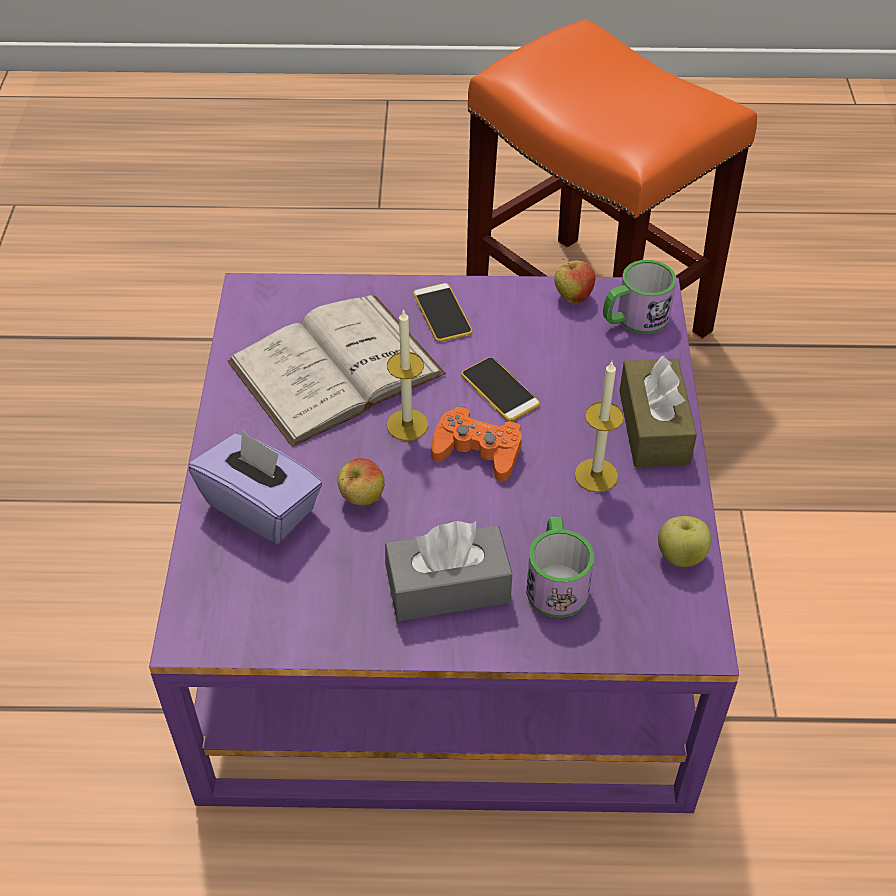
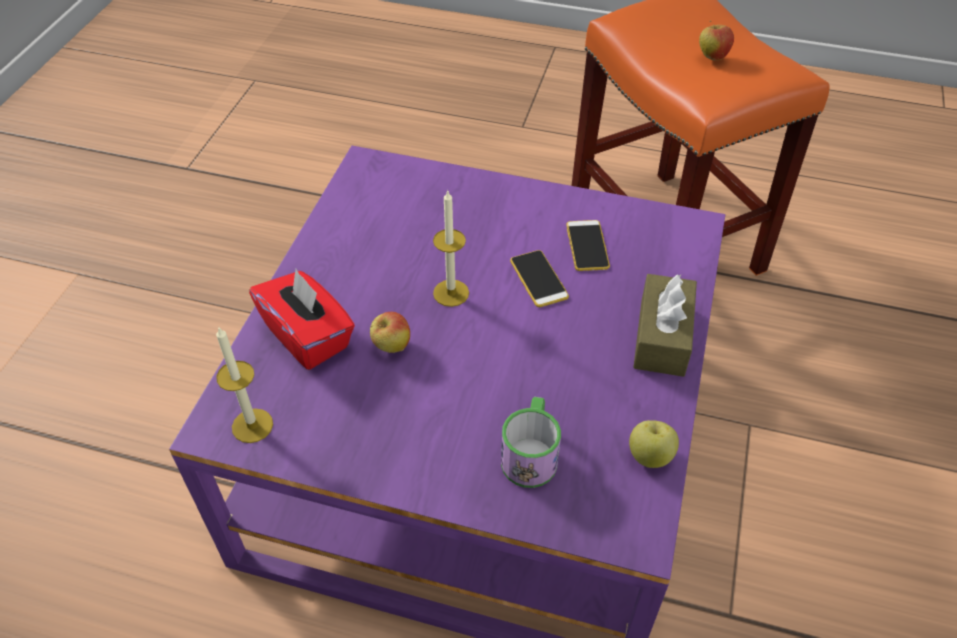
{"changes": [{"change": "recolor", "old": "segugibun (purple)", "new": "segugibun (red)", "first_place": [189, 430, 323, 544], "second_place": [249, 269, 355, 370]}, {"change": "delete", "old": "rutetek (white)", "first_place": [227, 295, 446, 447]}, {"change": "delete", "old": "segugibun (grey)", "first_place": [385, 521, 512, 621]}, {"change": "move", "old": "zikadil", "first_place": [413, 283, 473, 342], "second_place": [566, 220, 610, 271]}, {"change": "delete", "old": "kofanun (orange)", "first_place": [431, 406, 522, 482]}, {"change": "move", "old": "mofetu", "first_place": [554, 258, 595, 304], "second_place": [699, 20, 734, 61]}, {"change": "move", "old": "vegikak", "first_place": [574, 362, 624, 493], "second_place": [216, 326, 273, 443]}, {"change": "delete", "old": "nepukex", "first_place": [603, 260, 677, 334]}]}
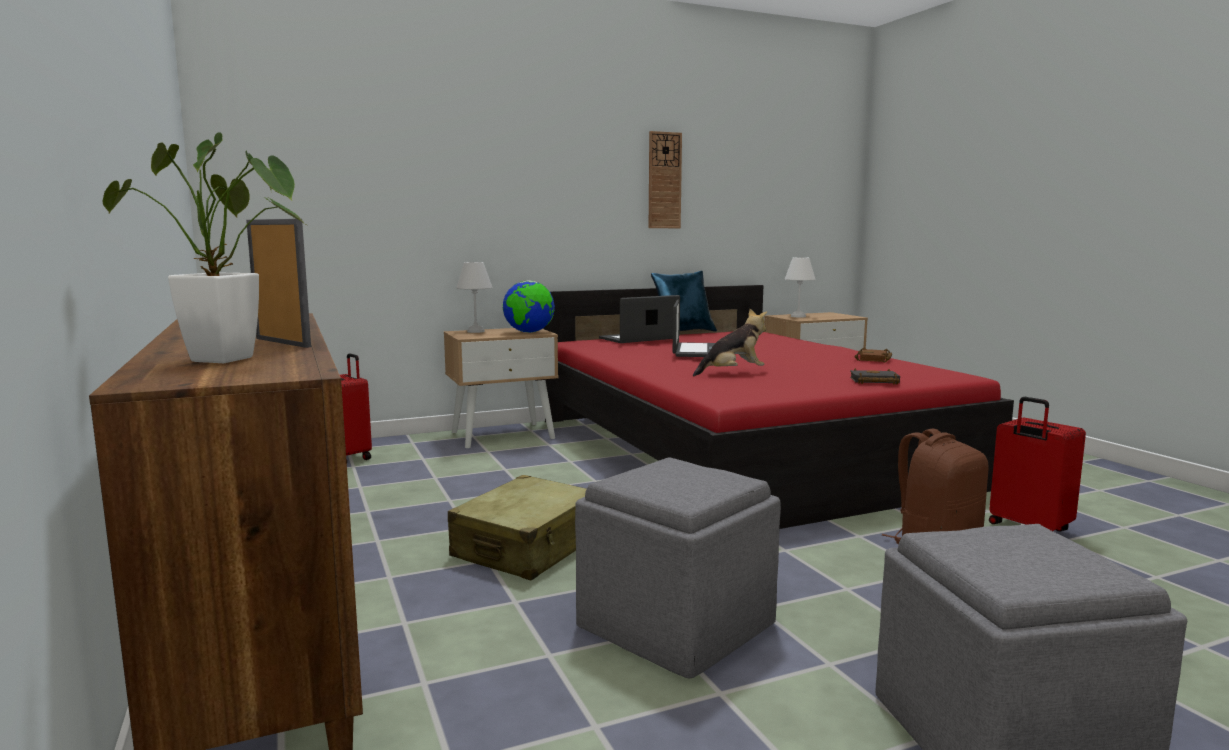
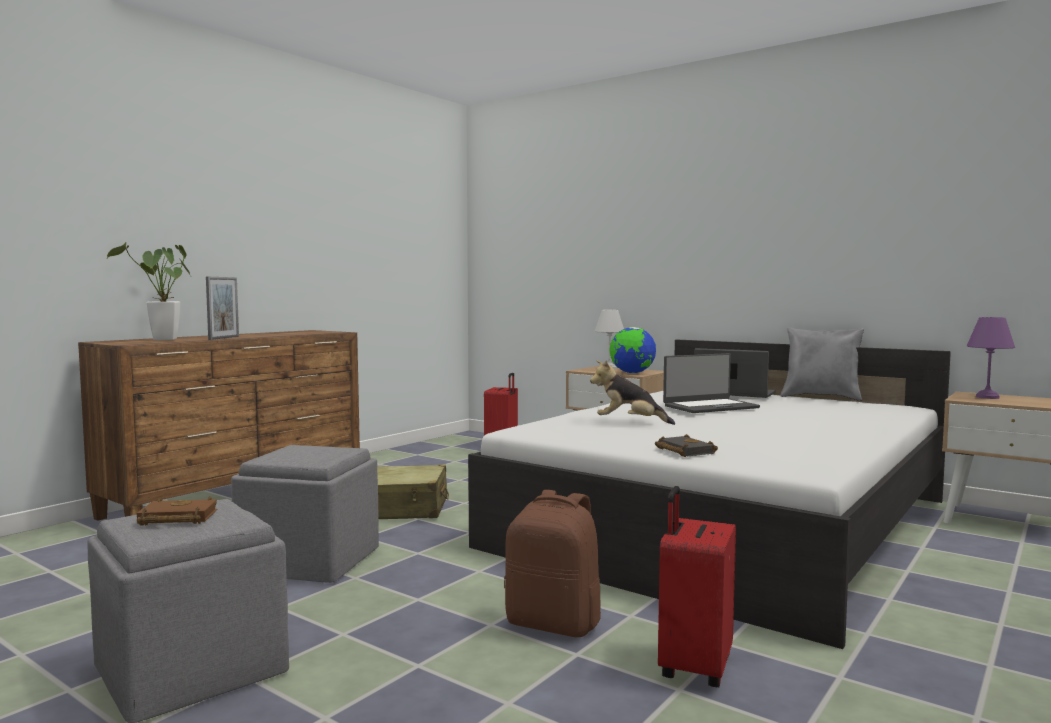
{"changes": [{"change": "recolor", "old": "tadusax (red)", "new": "tadusax (white)", "first_place": [543, 285, 1014, 529], "second_place": [468, 340, 951, 649]}, {"change": "delete", "old": "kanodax", "first_place": [649, 131, 682, 228]}, {"change": "recolor", "old": "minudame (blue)", "new": "minudame (grey)", "first_place": [651, 270, 717, 331], "second_place": [780, 328, 864, 401]}, {"change": "rotate", "old": "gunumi", "first_place": [693, 309, 767, 377], "second_place": [590, 360, 675, 425], "degrees": 150}, {"change": "recolor", "old": "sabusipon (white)", "new": "sabusipon (purple)", "first_place": [785, 257, 816, 318], "second_place": [967, 317, 1015, 399]}, {"change": "move", "old": "rutetek (brown)", "first_place": [855, 348, 892, 363], "second_place": [137, 496, 217, 526]}]}
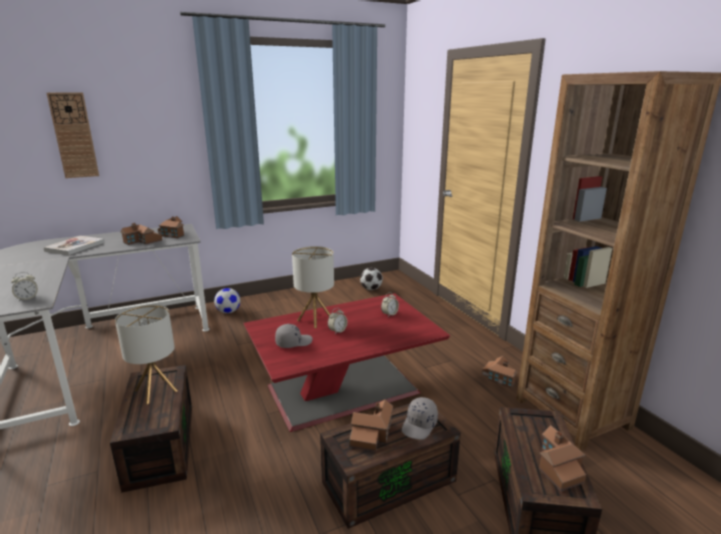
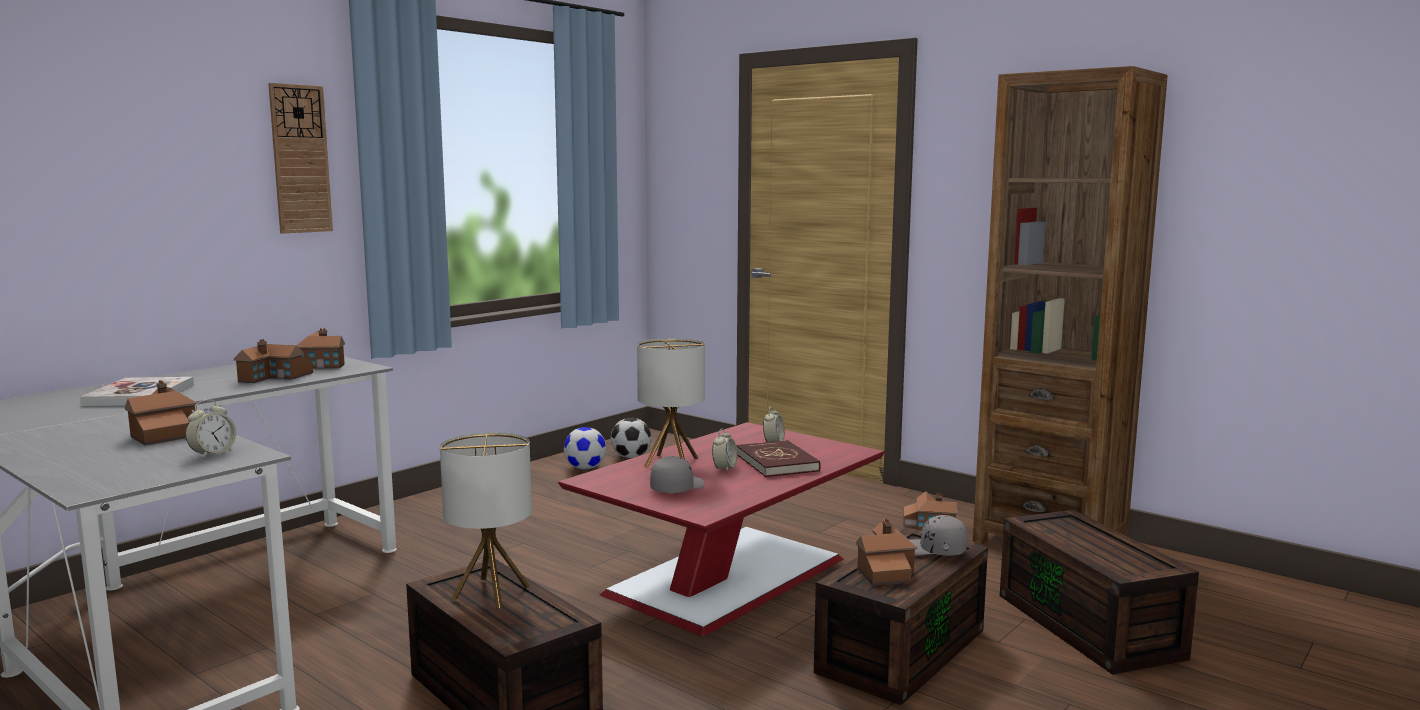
{"changes": [{"change": "move", "old": "kanodax", "first_place": [47, 93, 99, 178], "second_place": [268, 83, 333, 234]}, {"change": "move", "old": "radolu", "first_place": [214, 288, 240, 313], "second_place": [564, 427, 606, 469]}, {"change": "rotate", "old": "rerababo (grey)", "first_place": [402, 397, 438, 440], "second_place": [910, 515, 968, 556], "degrees": 105}, {"change": "move", "old": "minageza", "first_place": [539, 425, 586, 491], "second_place": [125, 380, 197, 446]}, {"change": "insert", "new": "rutetek (red)", "second_place": [736, 440, 821, 477]}]}
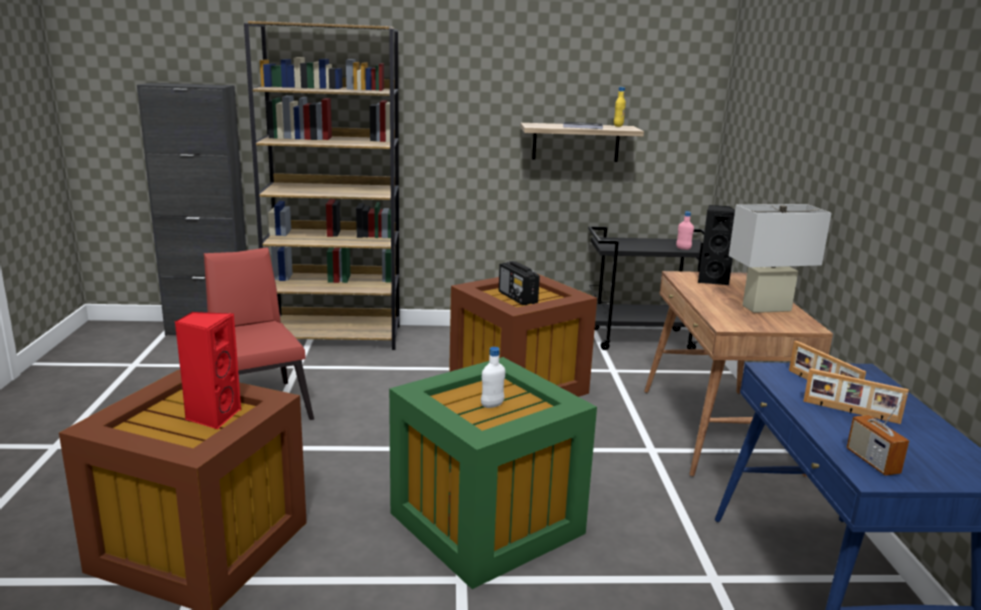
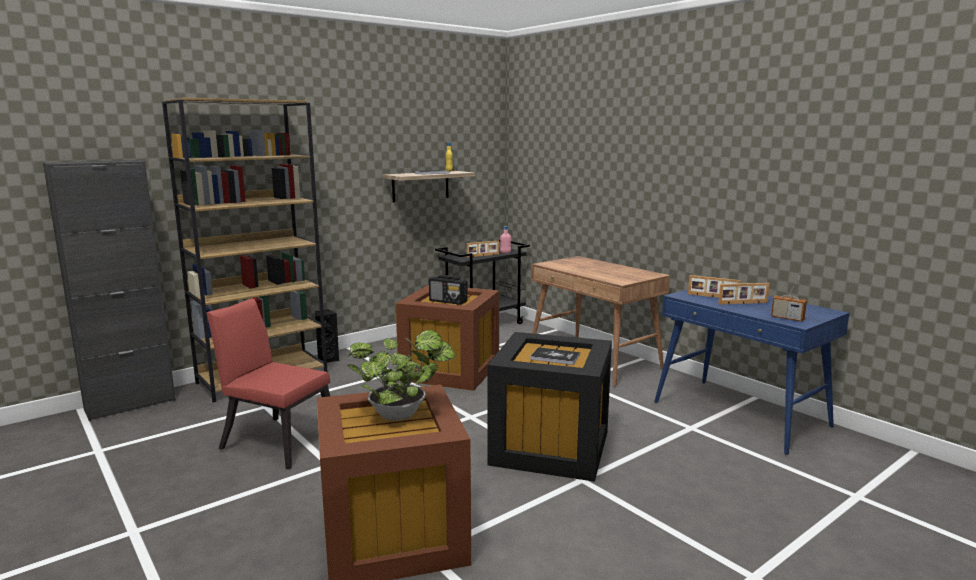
{"changes": [{"change": "replace", "old": "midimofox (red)", "new": "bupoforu", "first_place": [175, 312, 242, 429], "second_place": [346, 330, 455, 421]}, {"change": "recolor", "old": "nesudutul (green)", "new": "nesudutul (black)", "first_place": [389, 357, 597, 589], "second_place": [487, 332, 612, 482]}, {"change": "replace", "old": "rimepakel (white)", "new": "rutetek", "first_place": [481, 347, 505, 408], "second_place": [530, 347, 580, 365]}, {"change": "move", "old": "midimofox (black)", "first_place": [698, 205, 735, 285], "second_place": [315, 310, 339, 363]}, {"change": "delete", "old": "sabusipon (white)", "first_place": [729, 204, 831, 313]}, {"change": "insert", "new": "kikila", "second_place": [467, 241, 499, 257]}]}
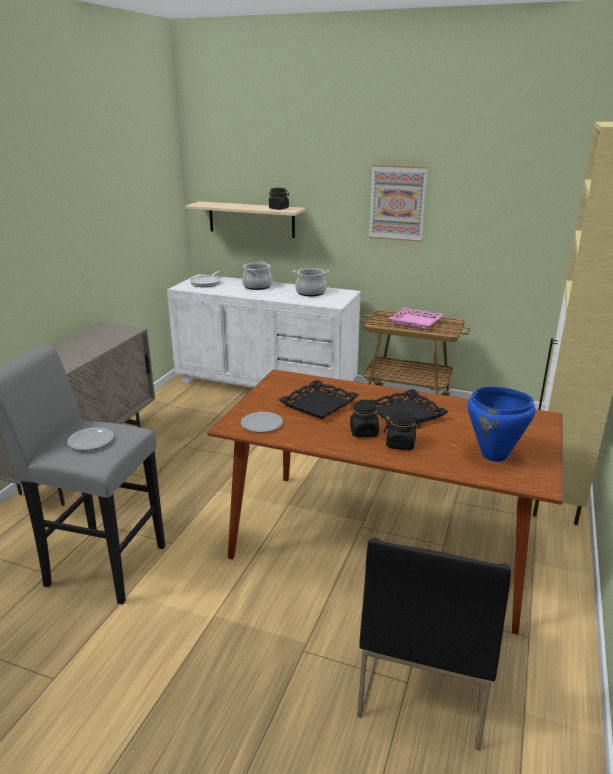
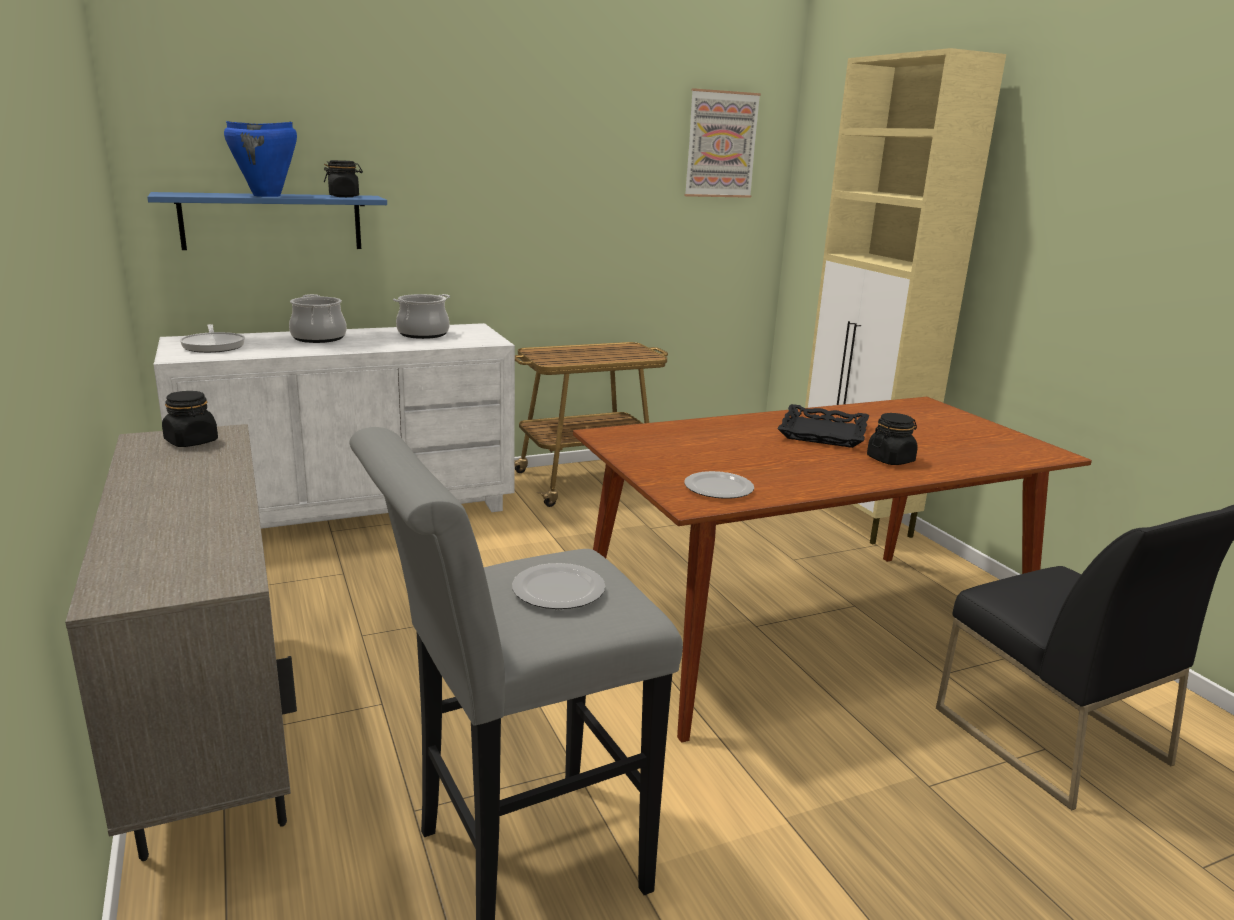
{"changes": [{"change": "recolor", "old": "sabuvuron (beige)", "new": "sabuvuron (blue)", "first_place": [185, 201, 305, 238], "second_place": [147, 192, 387, 250]}, {"change": "delete", "old": "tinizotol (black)", "first_place": [278, 380, 359, 419]}, {"change": "move", "old": "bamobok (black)", "first_place": [350, 400, 379, 438], "second_place": [162, 391, 218, 447]}, {"change": "move", "old": "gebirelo", "first_place": [369, 164, 428, 242], "second_place": [684, 88, 761, 198]}, {"change": "delete", "old": "tinizotol (pink)", "first_place": [389, 307, 444, 329]}, {"change": "move", "old": "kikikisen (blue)", "first_place": [468, 387, 536, 462], "second_place": [224, 121, 297, 197]}]}
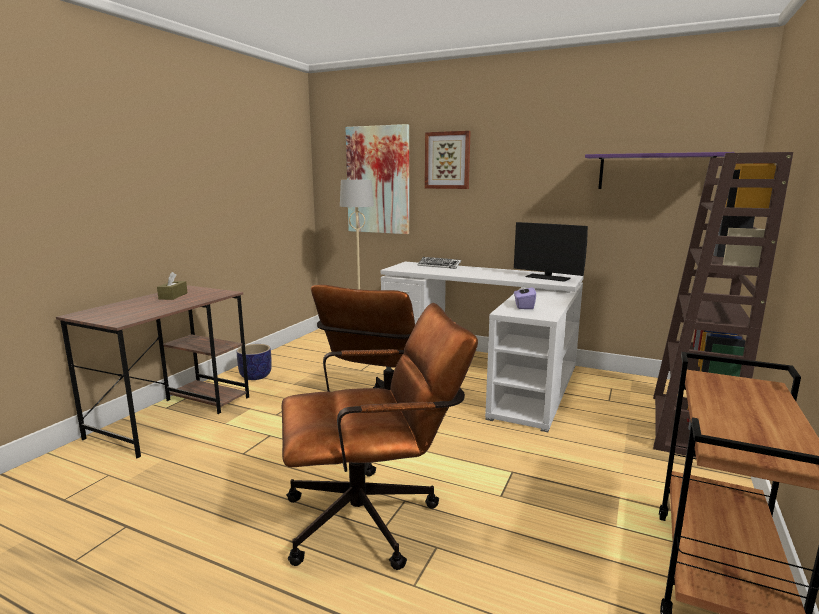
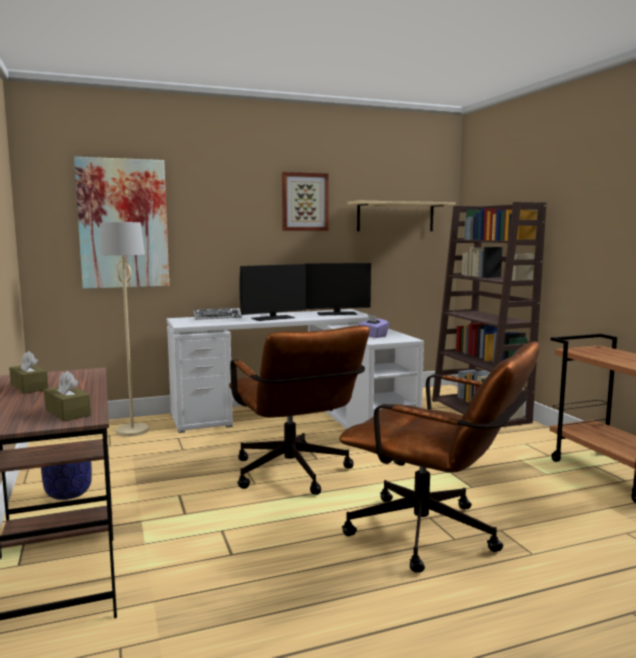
{"changes": [{"change": "rotate", "old": "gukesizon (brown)", "first_place": [282, 303, 478, 570], "second_place": [339, 342, 540, 573], "degrees": 90}, {"change": "move", "old": "gebirelo", "first_place": [425, 131, 471, 189], "second_place": [282, 172, 329, 231]}, {"change": "recolor", "old": "sabuvuron (purple)", "new": "sabuvuron (beige)", "first_place": [585, 152, 735, 189], "second_place": [347, 201, 456, 231]}, {"change": "insert", "new": "segugibun (brown)", "second_place": [44, 371, 91, 421]}, {"change": "insert", "new": "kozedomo", "second_place": [239, 264, 306, 321]}]}
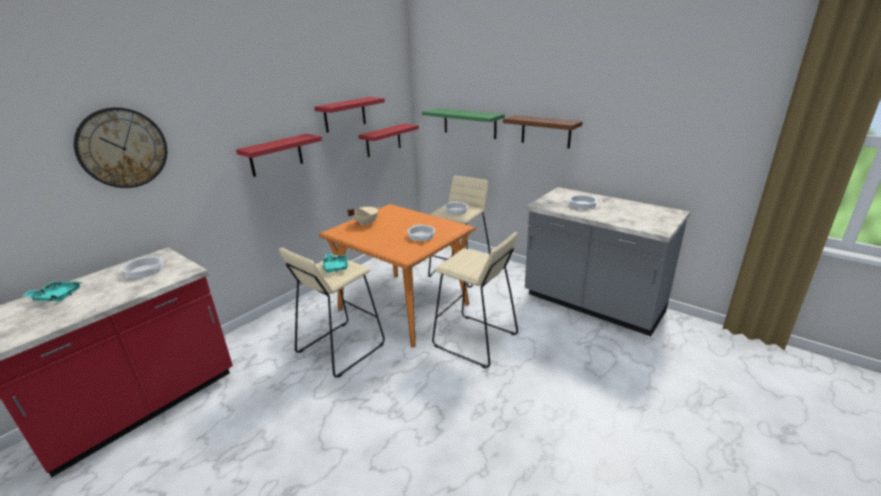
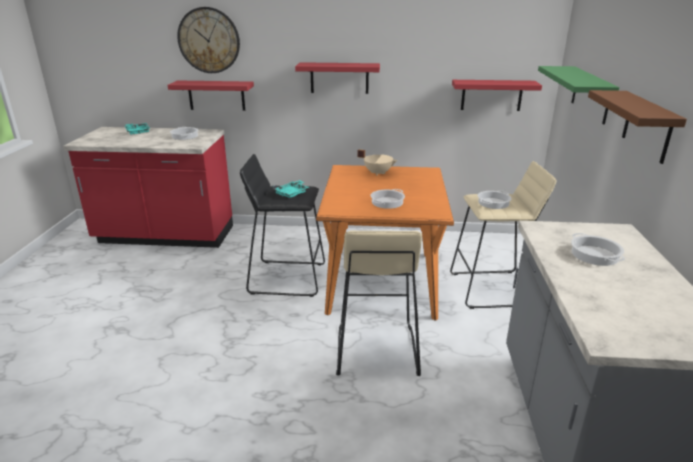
{"changes": [{"change": "recolor", "old": "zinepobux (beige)", "new": "zinepobux (black)", "first_place": [279, 248, 385, 378], "second_place": [240, 154, 325, 297]}, {"change": "move", "old": "sabuvuron (red)", "first_place": [314, 97, 385, 133], "second_place": [167, 80, 254, 111]}]}
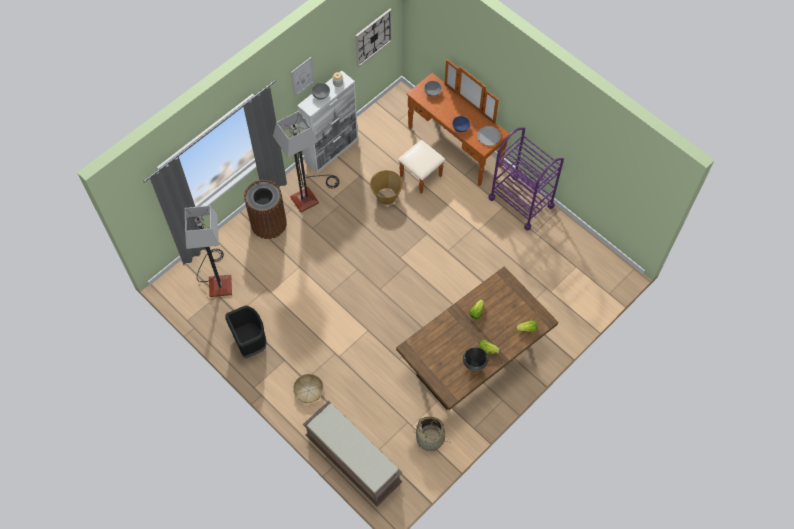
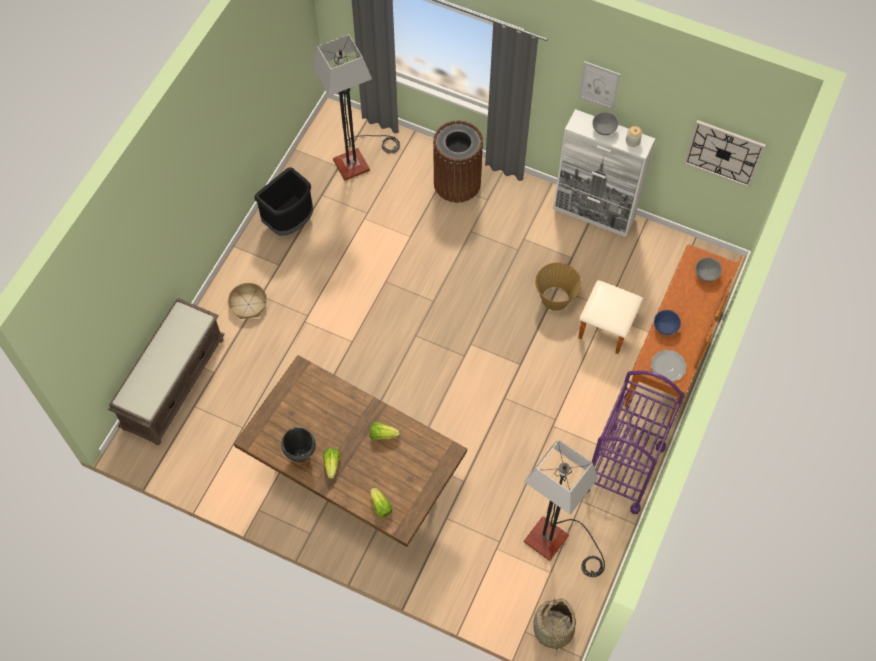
{"changes": [{"change": "move", "old": "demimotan", "first_place": [273, 111, 339, 213], "second_place": [524, 440, 605, 577]}, {"change": "move", "old": "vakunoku", "first_place": [416, 417, 451, 451], "second_place": [533, 597, 576, 656]}]}
